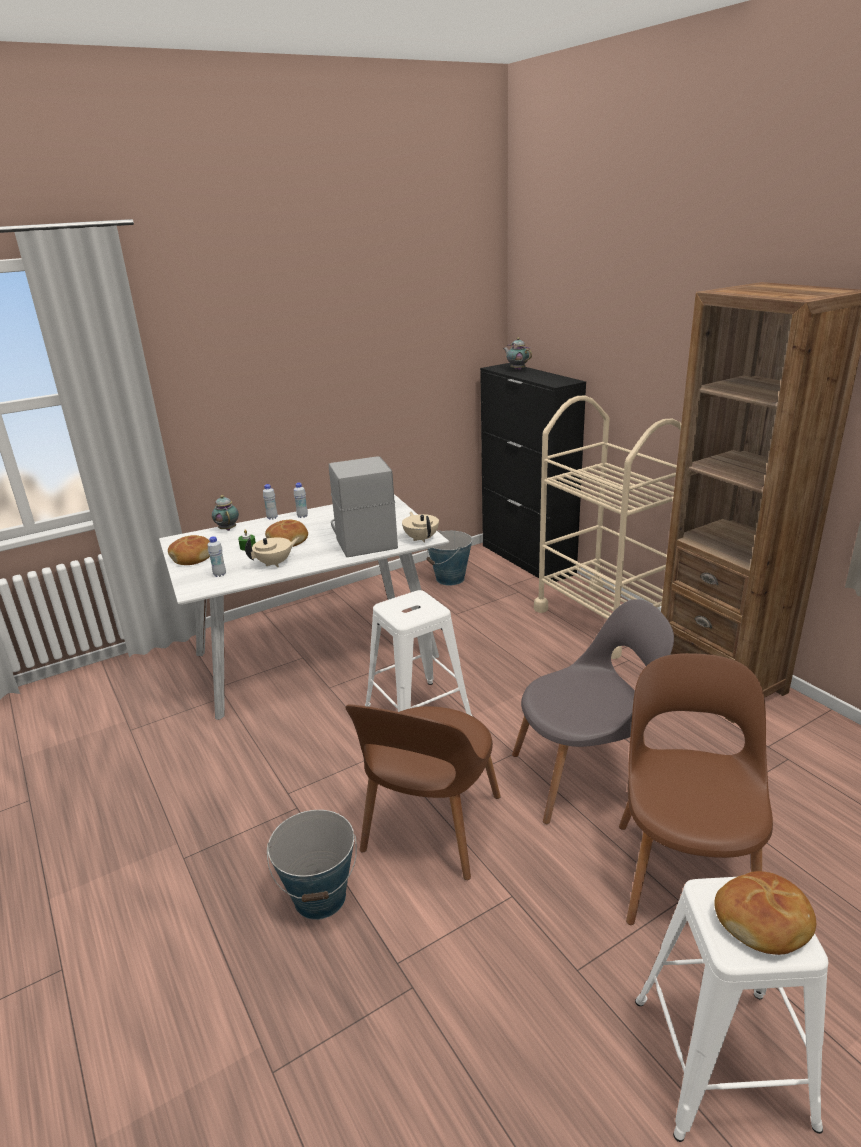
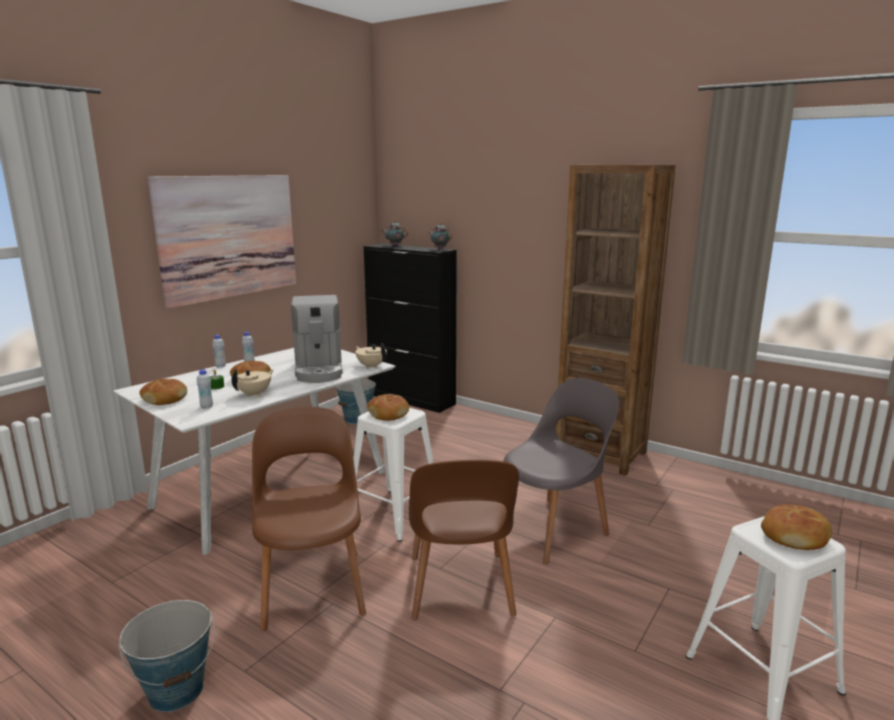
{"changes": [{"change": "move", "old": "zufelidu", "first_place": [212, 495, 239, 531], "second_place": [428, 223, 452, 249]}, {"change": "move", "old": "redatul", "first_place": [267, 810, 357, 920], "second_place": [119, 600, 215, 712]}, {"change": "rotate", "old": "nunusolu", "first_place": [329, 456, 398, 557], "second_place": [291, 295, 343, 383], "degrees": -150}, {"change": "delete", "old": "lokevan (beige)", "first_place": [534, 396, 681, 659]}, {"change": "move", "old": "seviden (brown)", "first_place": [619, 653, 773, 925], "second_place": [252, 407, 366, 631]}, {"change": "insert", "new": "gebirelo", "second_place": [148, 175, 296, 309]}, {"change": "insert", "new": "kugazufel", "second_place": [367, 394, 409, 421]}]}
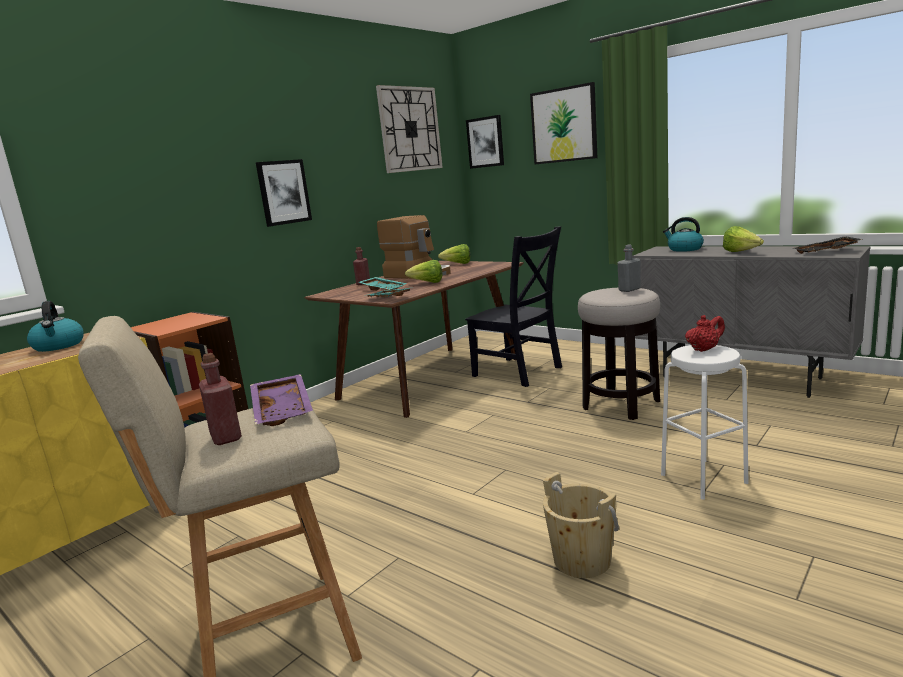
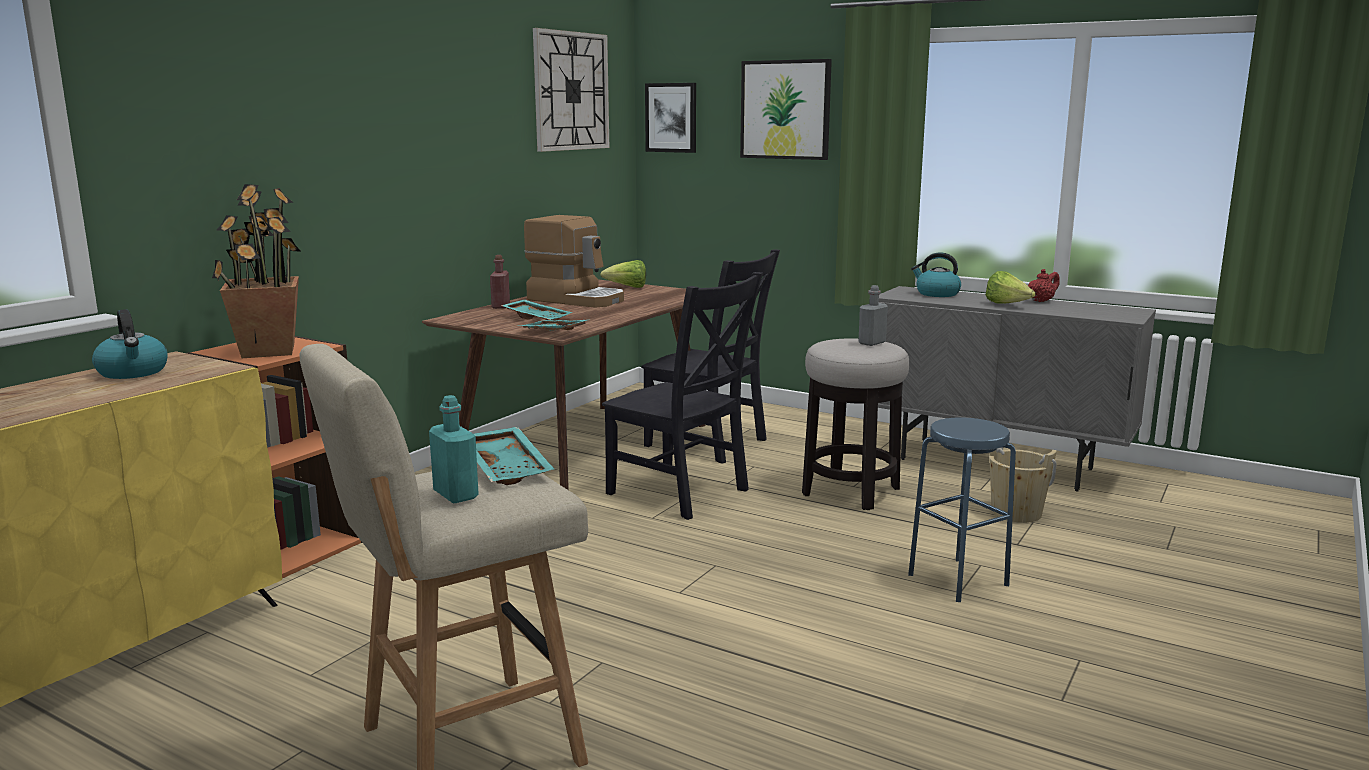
{"changes": [{"change": "recolor", "old": "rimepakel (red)", "new": "rimepakel (turquoise)", "first_place": [199, 353, 242, 445], "second_place": [429, 395, 479, 503]}, {"change": "recolor", "old": "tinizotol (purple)", "new": "tinizotol (turquoise)", "first_place": [250, 374, 313, 426], "second_place": [474, 427, 554, 485]}, {"change": "delete", "old": "gebirelo", "first_place": [256, 159, 312, 227]}, {"change": "delete", "old": "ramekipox", "first_place": [405, 260, 443, 283]}, {"change": "move", "old": "redatul (beige)", "first_place": [543, 472, 619, 578], "second_place": [989, 447, 1057, 523]}, {"change": "recolor", "old": "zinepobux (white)", "new": "zinepobux (blue)", "first_place": [661, 345, 749, 500], "second_place": [908, 417, 1016, 602]}, {"change": "move", "old": "zufelidu (red)", "first_place": [685, 315, 725, 352], "second_place": [1028, 269, 1060, 302]}, {"change": "delete", "old": "tinizotol (black)", "first_place": [793, 236, 863, 254]}, {"change": "insert", "new": "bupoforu", "second_place": [212, 184, 302, 358]}, {"change": "insert", "new": "seviden (black)", "second_place": [602, 272, 763, 520]}]}
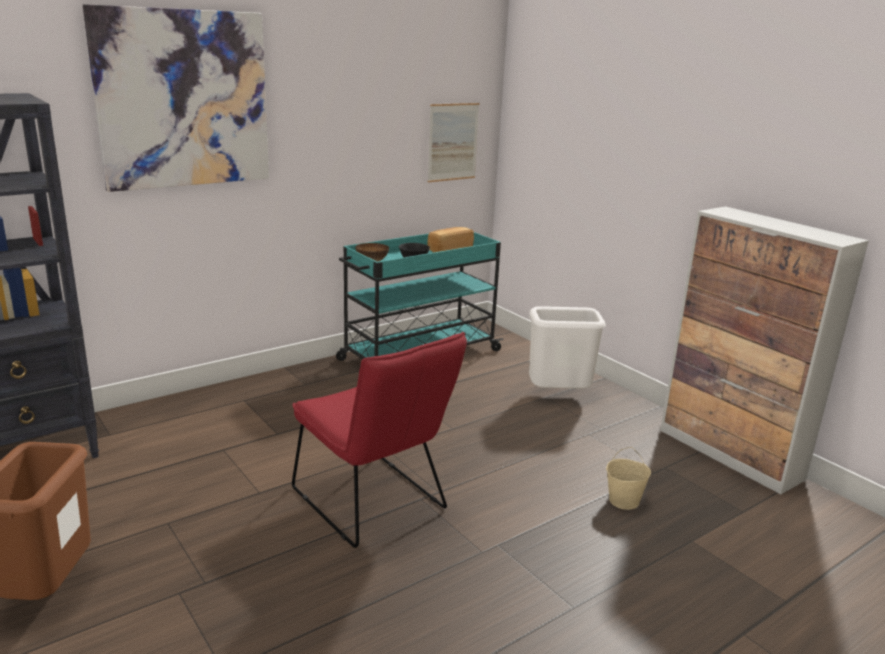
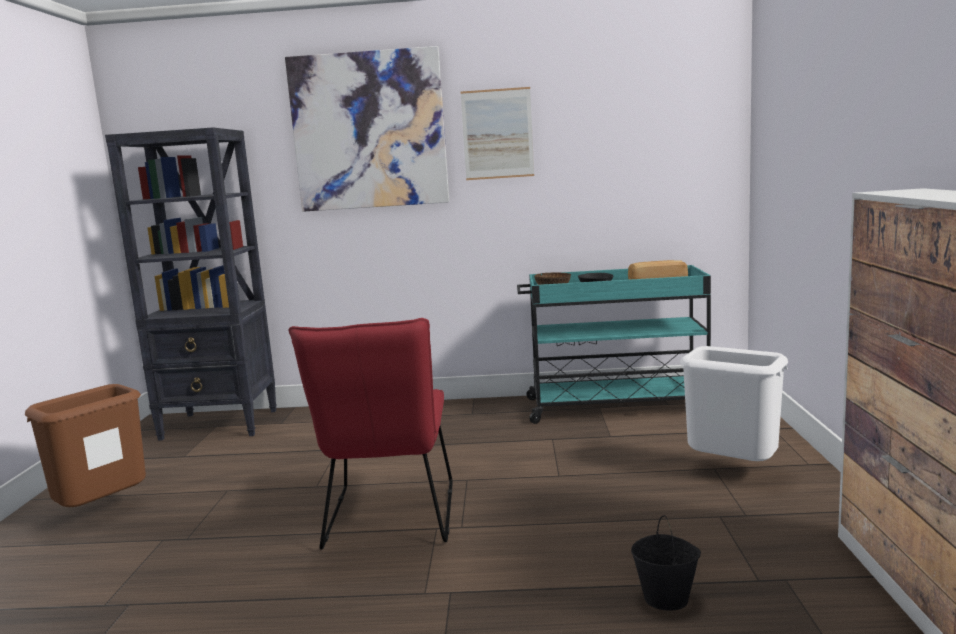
{"changes": [{"change": "move", "old": "gebirelo", "first_place": [428, 103, 479, 182], "second_place": [461, 87, 534, 180]}, {"change": "recolor", "old": "redatul (beige)", "new": "redatul (black)", "first_place": [606, 447, 651, 510], "second_place": [631, 515, 701, 611]}]}
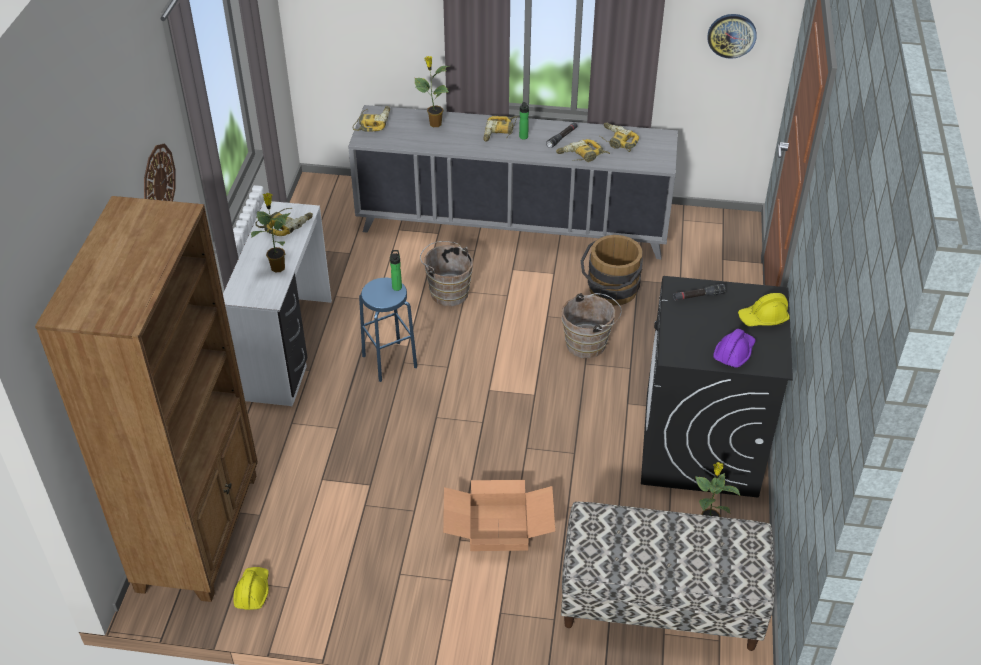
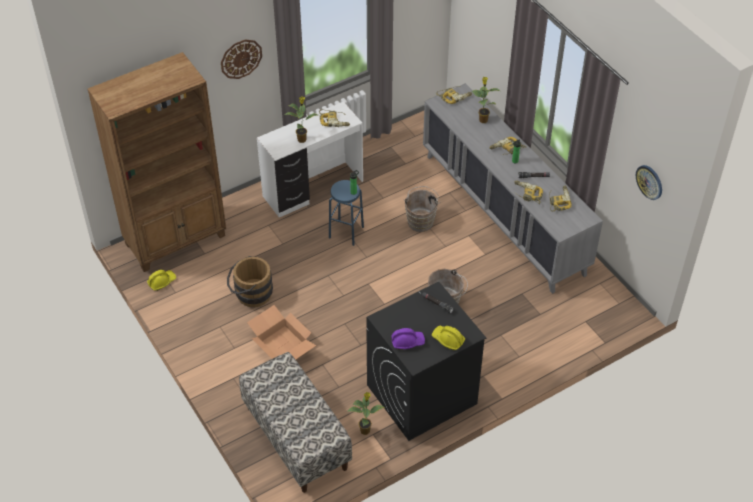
{"changes": [{"change": "move", "old": "redatul (brown)", "first_place": [581, 235, 643, 306], "second_place": [227, 256, 273, 307]}]}
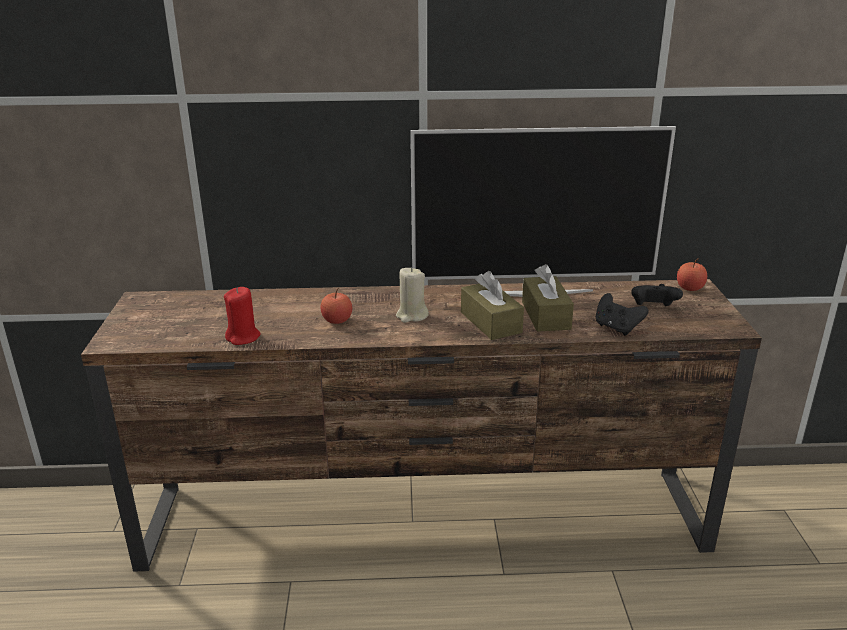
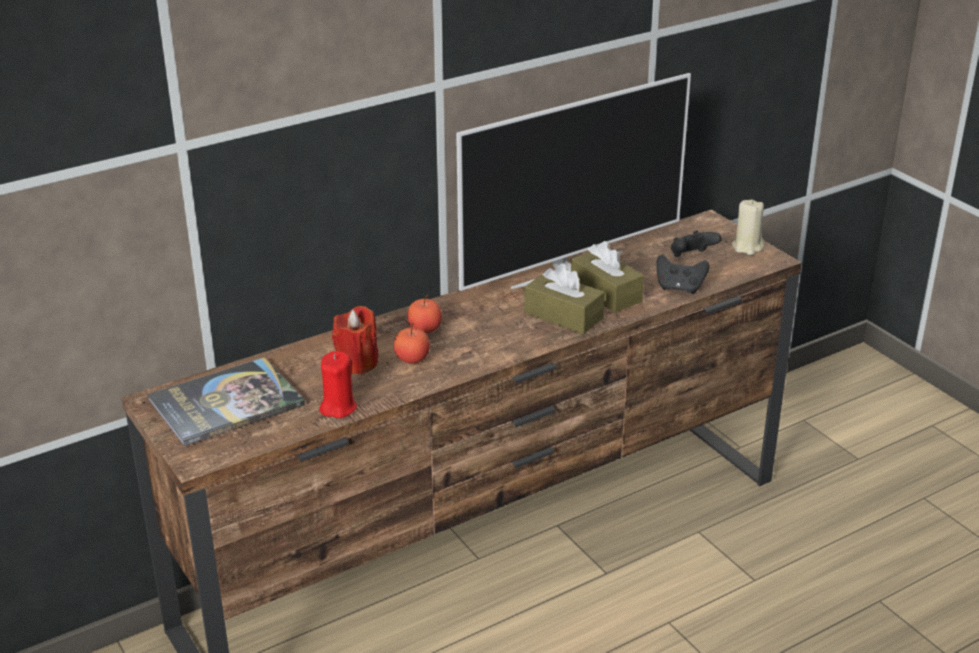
{"changes": [{"change": "move", "old": "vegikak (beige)", "first_place": [396, 267, 429, 323], "second_place": [732, 199, 764, 255]}, {"change": "move", "old": "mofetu", "first_place": [677, 258, 707, 291], "second_place": [407, 295, 442, 333]}, {"change": "insert", "new": "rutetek", "second_place": [147, 357, 305, 446]}, {"change": "insert", "new": "vegikak (red)", "second_place": [332, 306, 378, 374]}]}
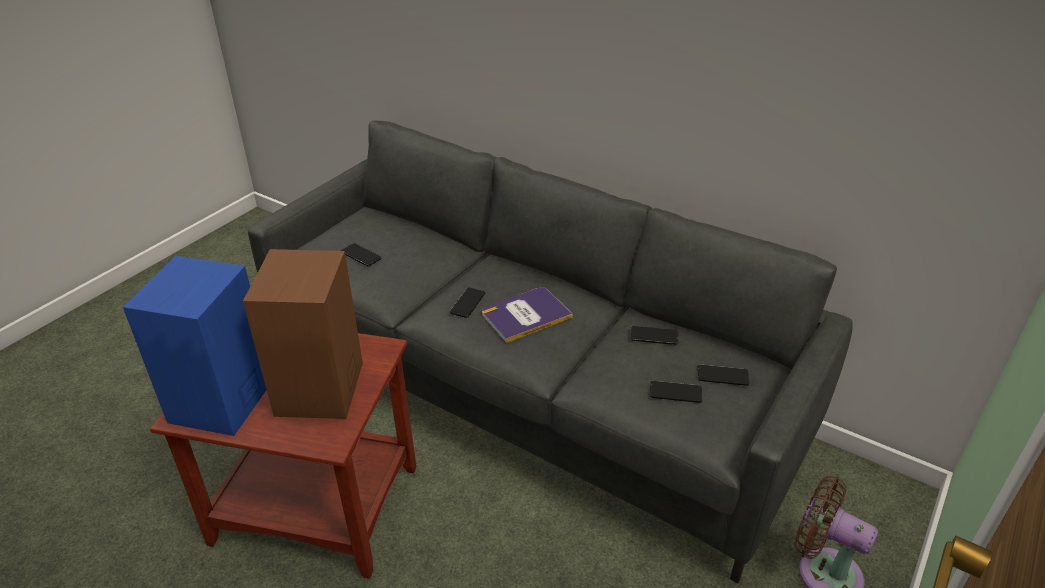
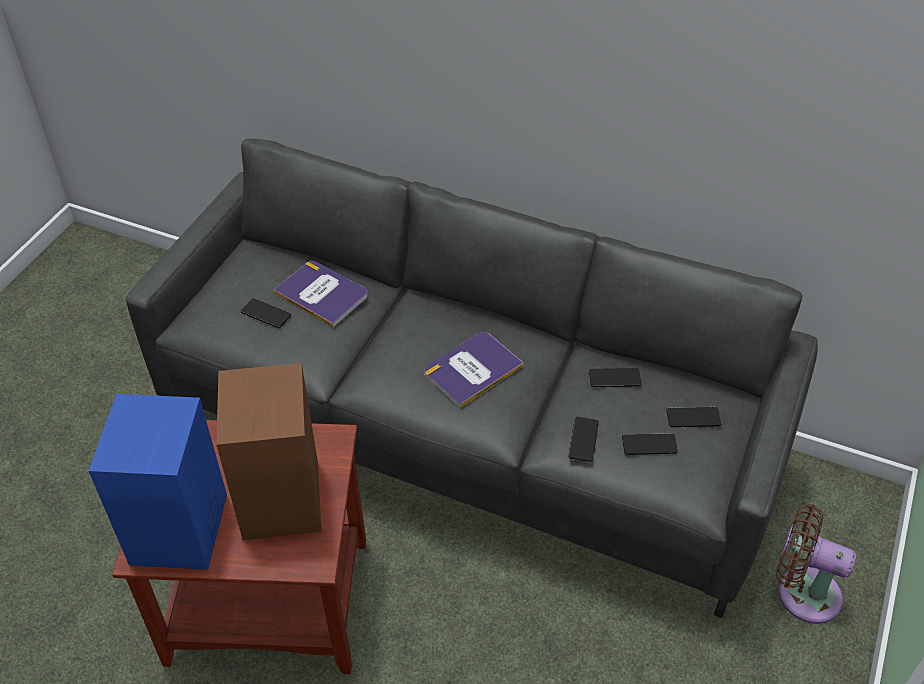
{"changes": [{"change": "move", "old": "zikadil", "first_place": [450, 287, 485, 318], "second_place": [568, 417, 599, 462]}, {"change": "insert", "new": "rutetek", "second_place": [274, 261, 368, 327]}]}
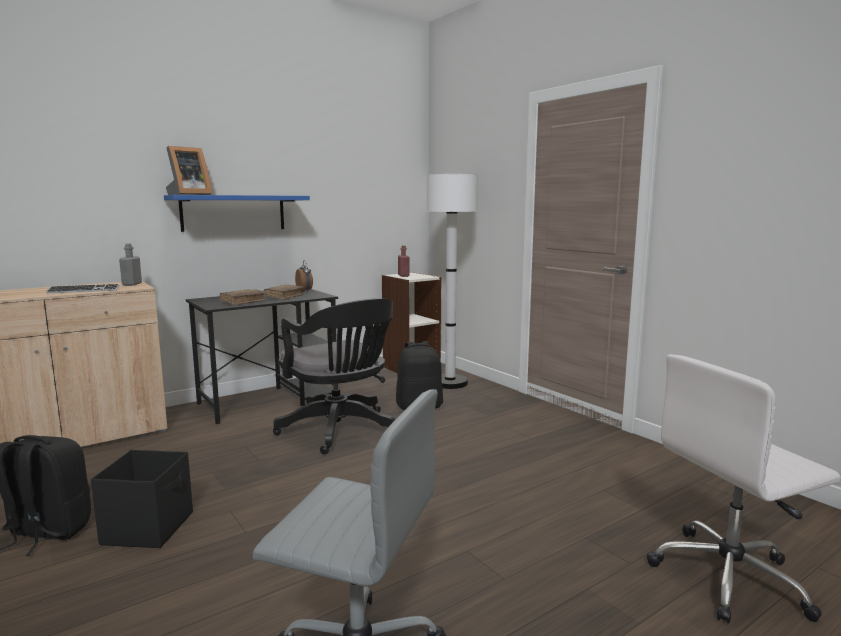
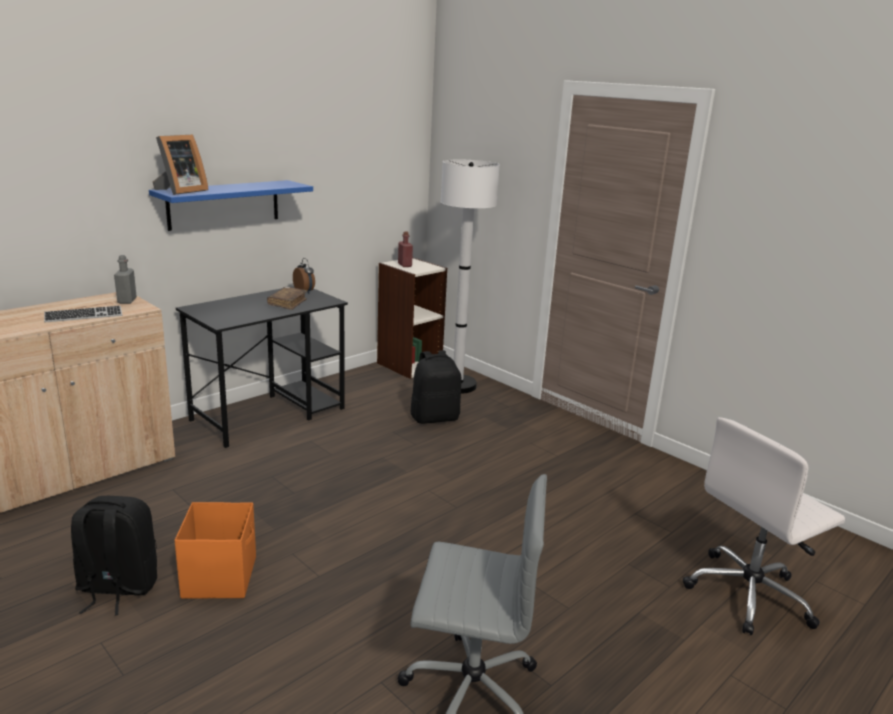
{"changes": [{"change": "recolor", "old": "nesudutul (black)", "new": "nesudutul (orange)", "first_place": [91, 450, 193, 548], "second_place": [175, 502, 256, 599]}, {"change": "delete", "old": "rutetek (brown)", "first_place": [220, 289, 266, 306]}, {"change": "delete", "old": "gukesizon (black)", "first_place": [273, 298, 395, 455]}]}
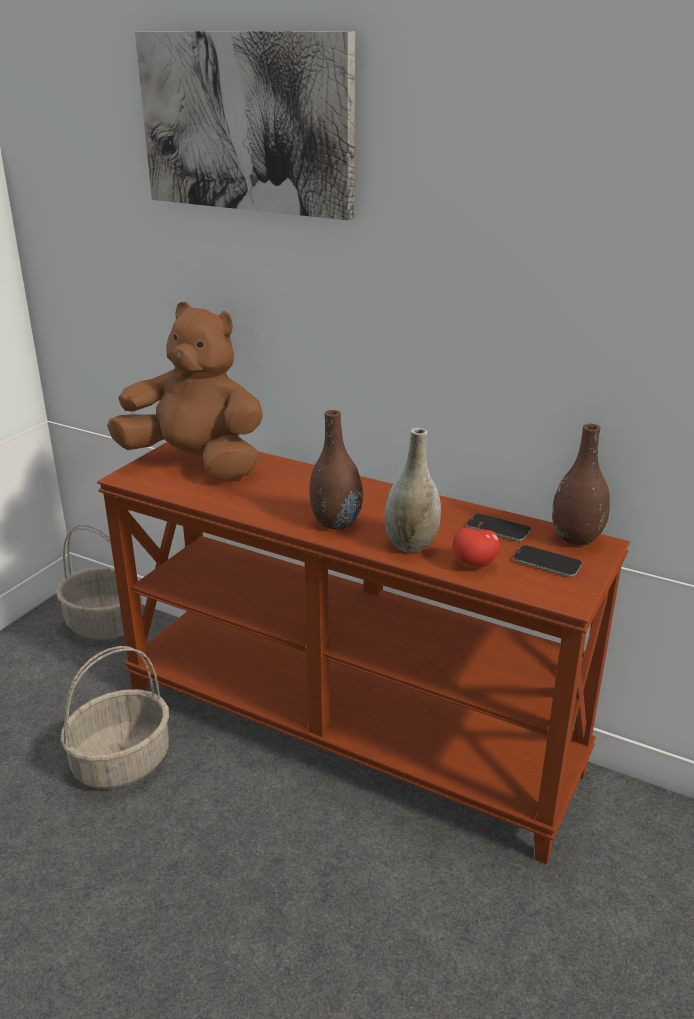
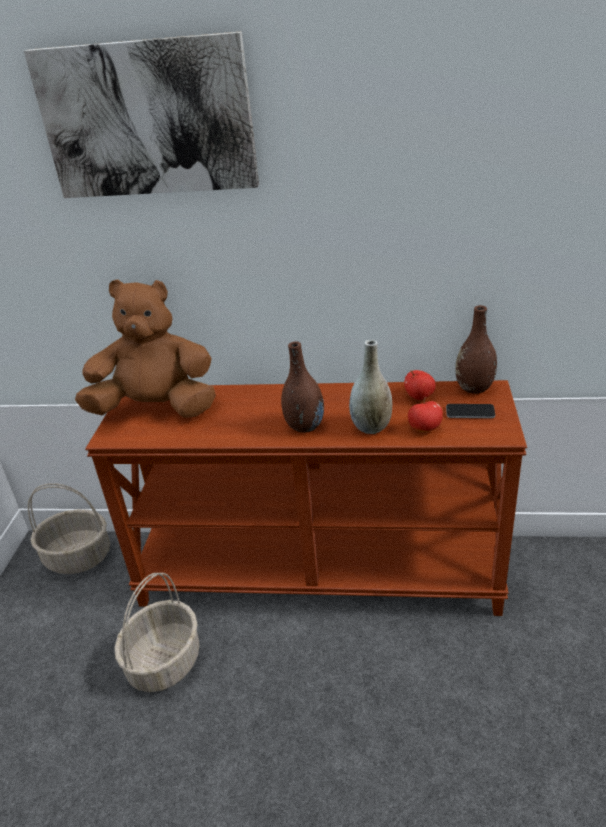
{"changes": [{"change": "replace", "old": "zikadil", "new": "mofetu", "first_place": [466, 514, 531, 541], "second_place": [404, 370, 436, 400]}]}
